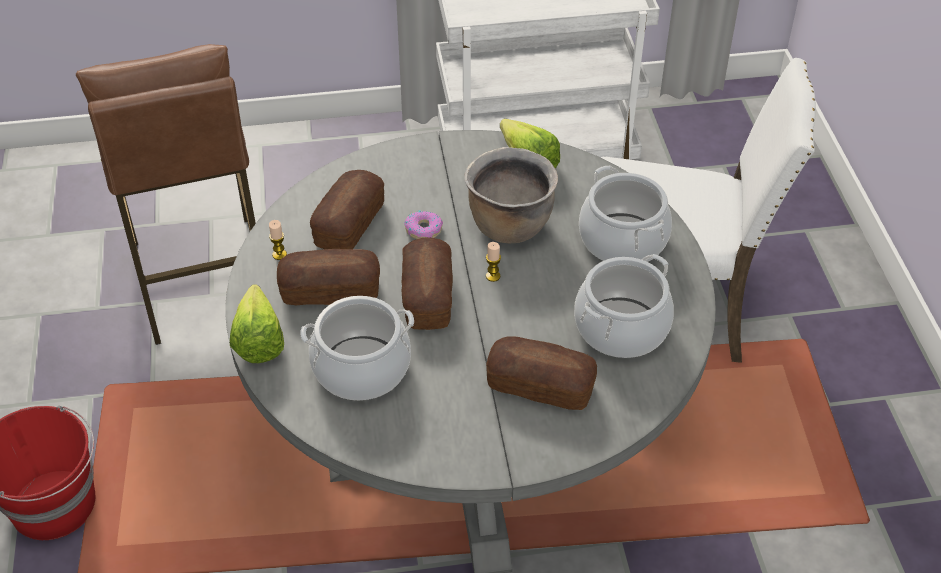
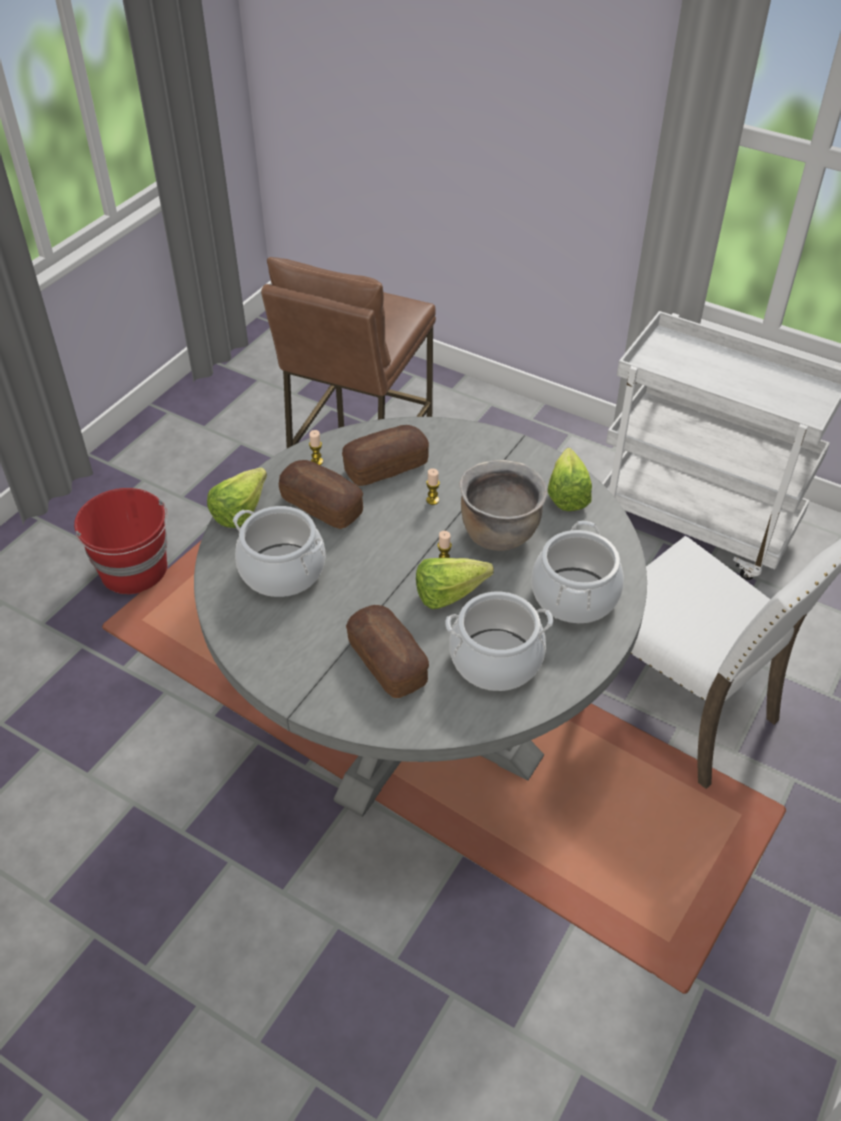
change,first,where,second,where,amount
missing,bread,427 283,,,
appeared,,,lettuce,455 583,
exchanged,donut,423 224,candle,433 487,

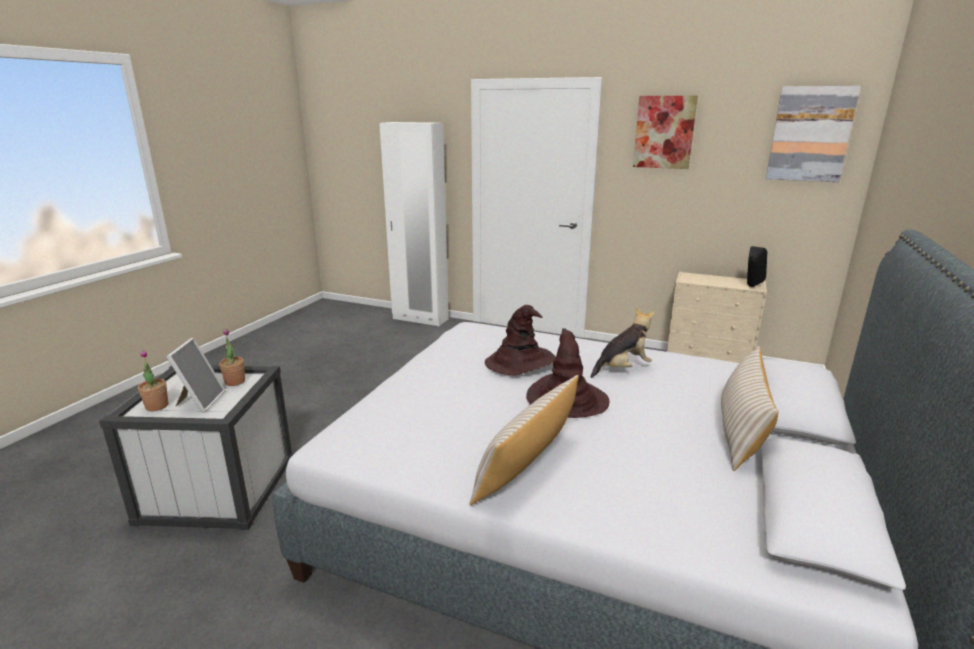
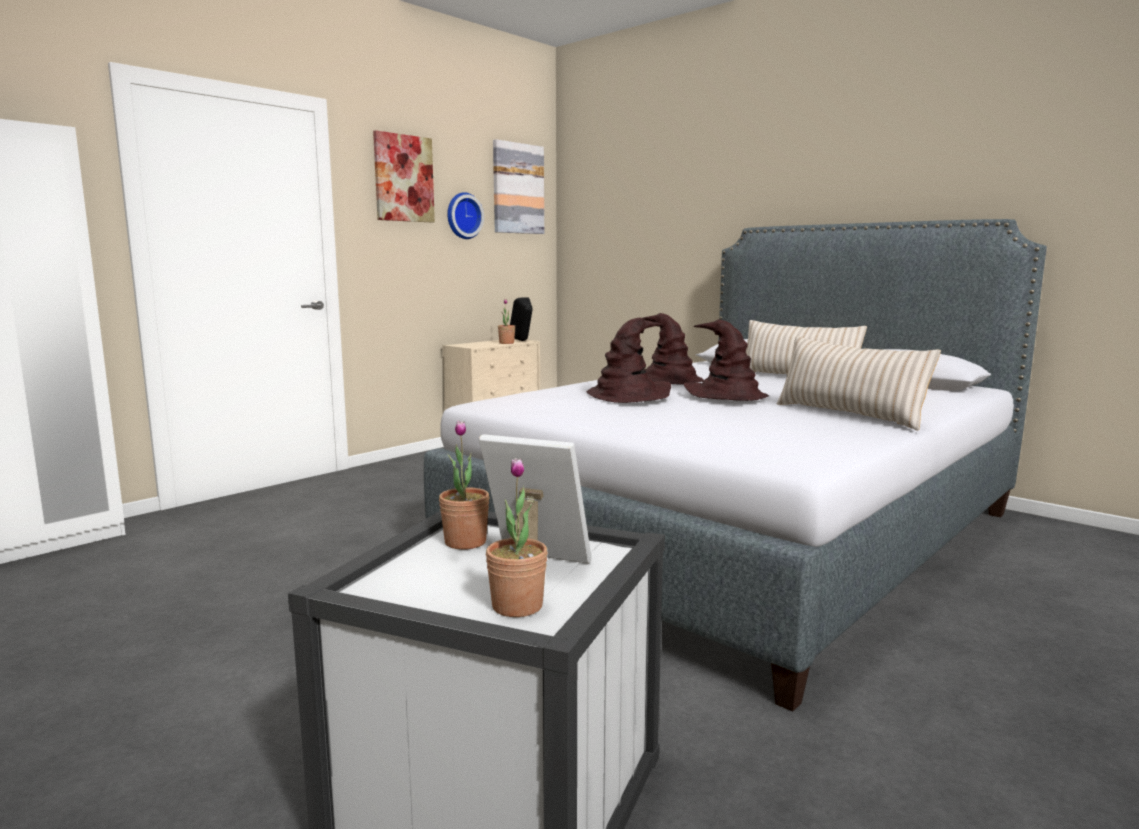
change,first,where,second,where,amount
appeared,,,wall clock,465 215,
appeared,,,potted plant,506 321,
exchanged,plush toy,623 342,hat/brown,673 348,

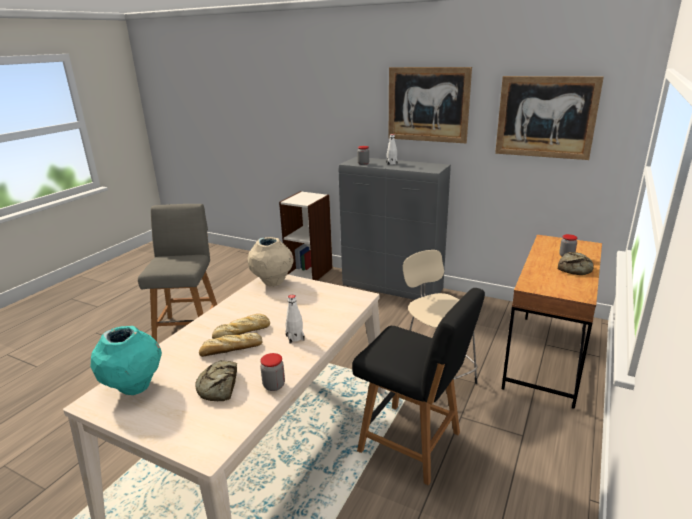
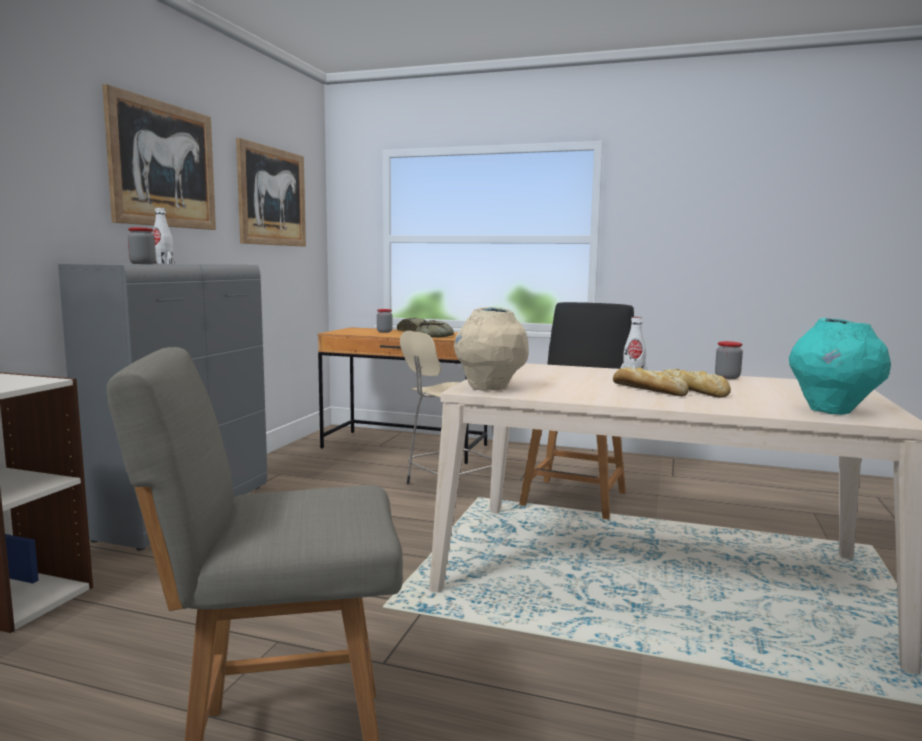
change,first,where,second,where,amount
relocated,bread,216 380,,434 329,

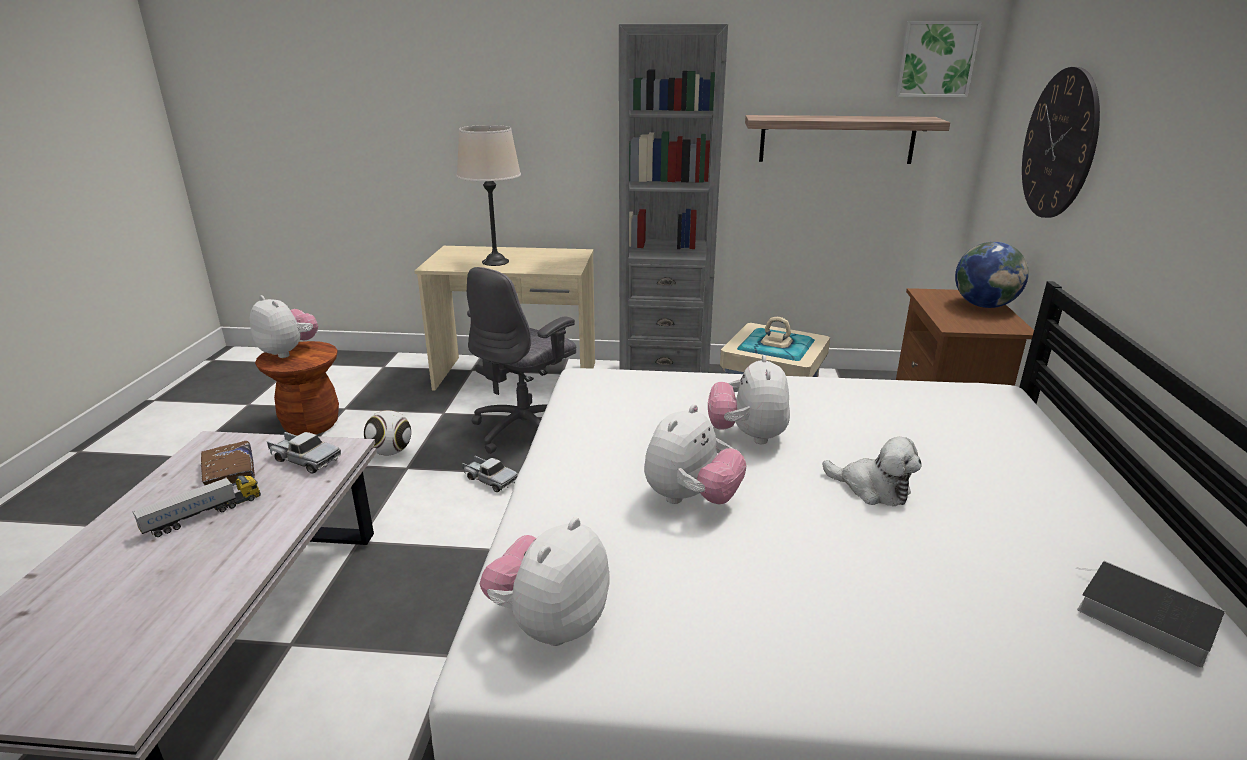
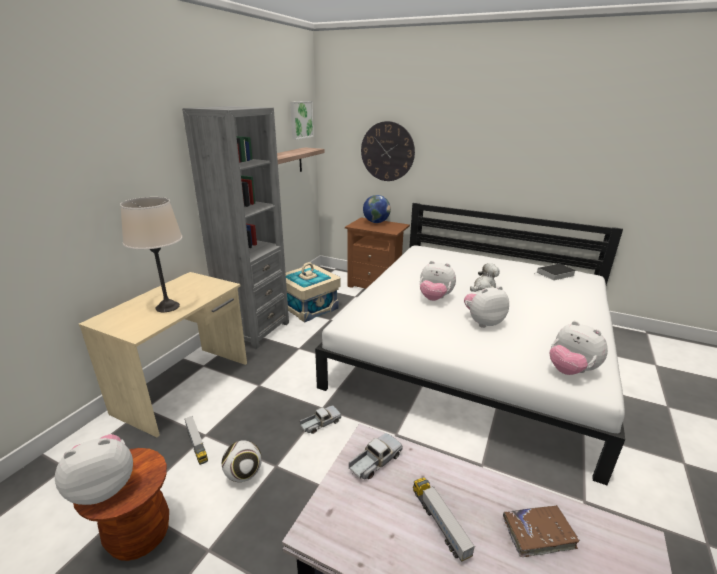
change,first,where,second,where,amount
missing,office chair/grey,521 360,,,
appeared,,,toy truck,196 440,
relocated,book/brown,228 463,,541 531,
spun,plush toy,695 454,,486 307,75 degrees counterclockwise

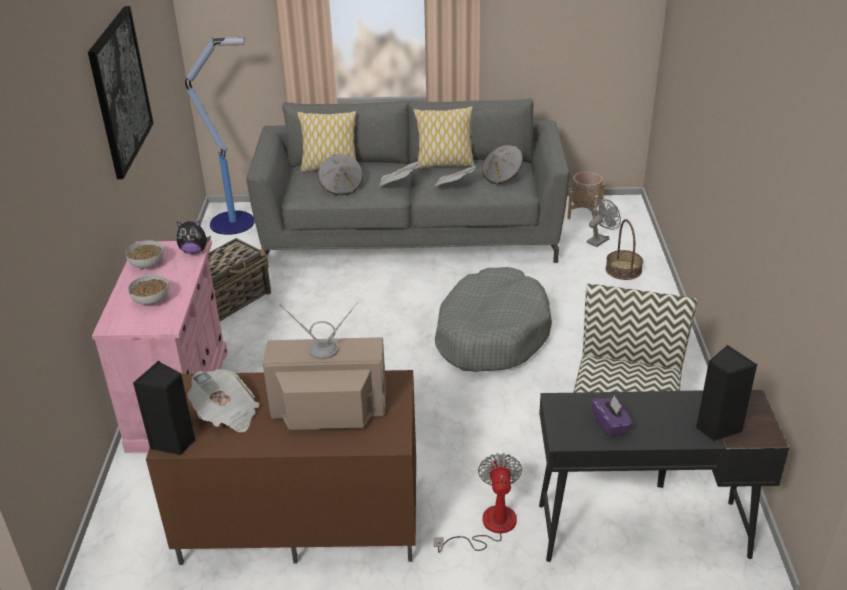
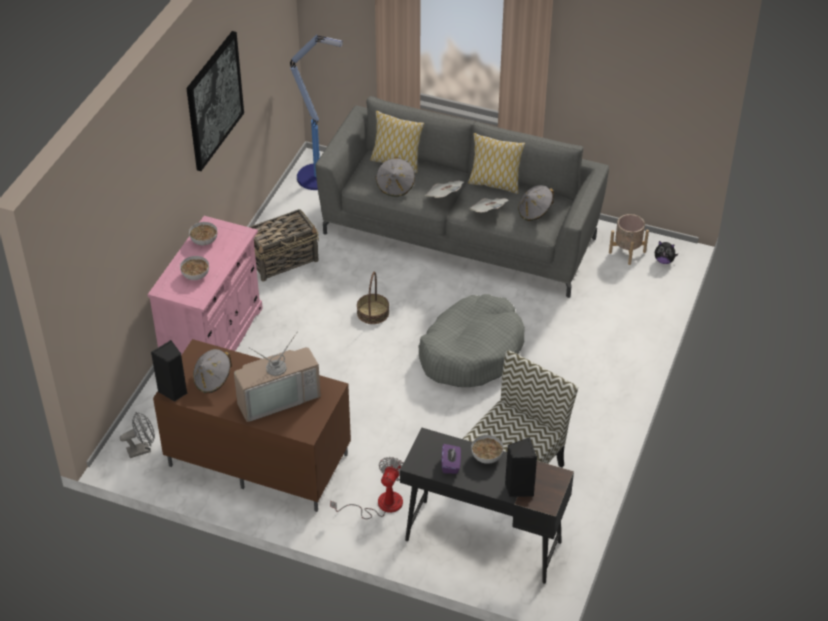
change,first,where,second,where,amount
appeared,,,bowl,487 449,
relocated,plush toy,194 237,,666 252,
relocated,fan/grey,604 222,,137 435,
relocated,basket,624 249,,373 298,
exchanged,newspaper,223 401,hat/grey,212 371,
spun,television,324 366,,277 376,135 degrees clockwise

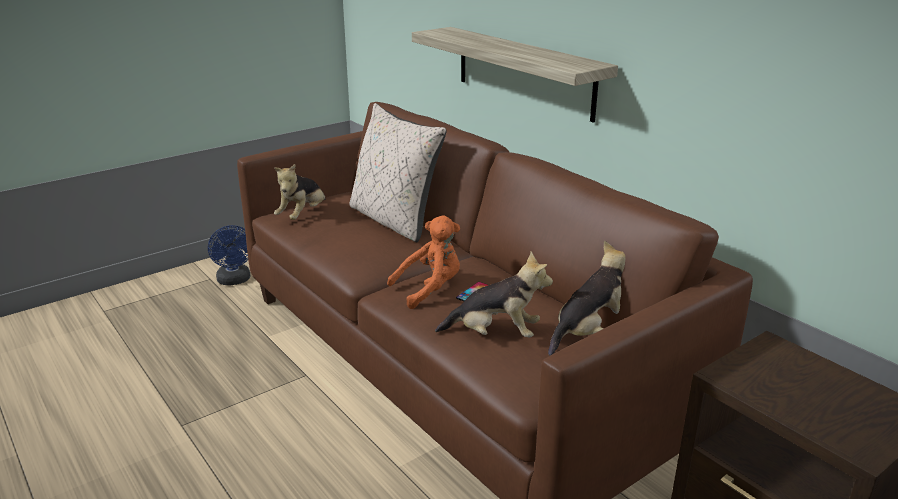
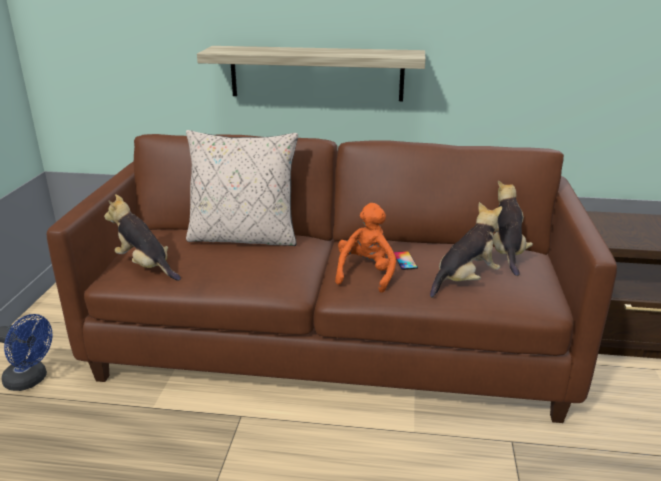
change,first,where,second,where,amount
spun,plush toy,300 192,,142 237,150 degrees clockwise

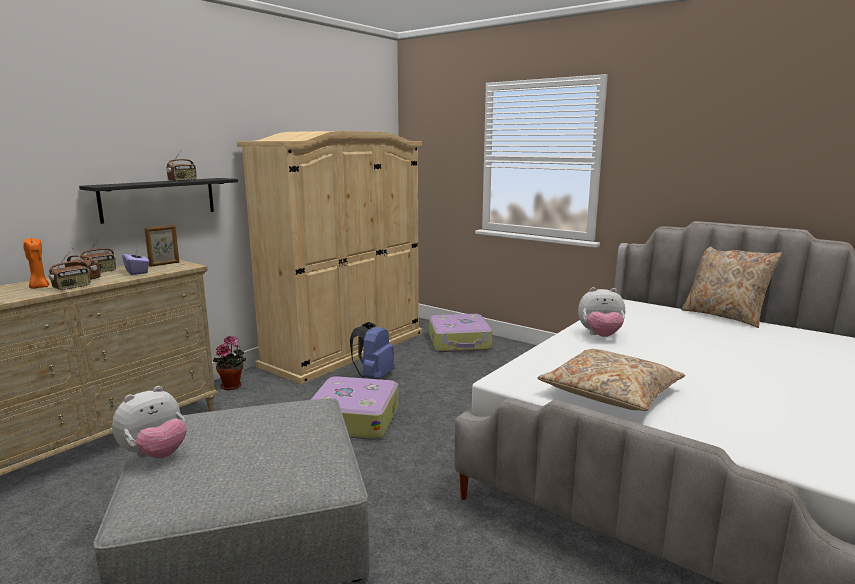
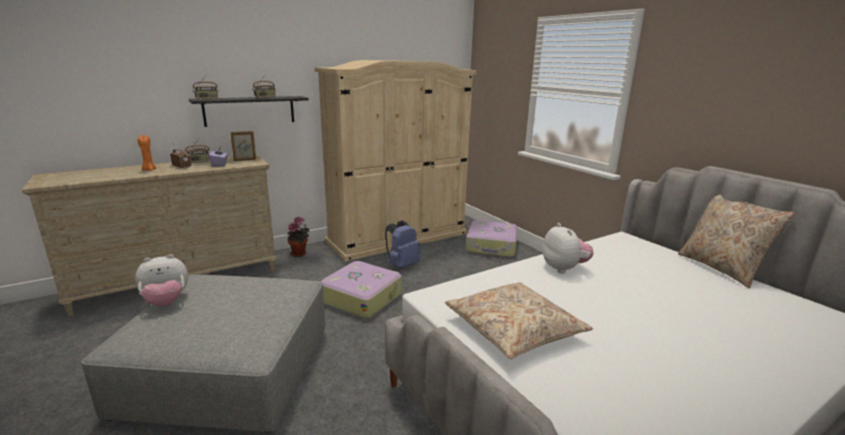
change,first,where,second,where,amount
relocated,radio,69 270,,206 87,
spun,plush toy,601 312,,567 248,135 degrees counterclockwise

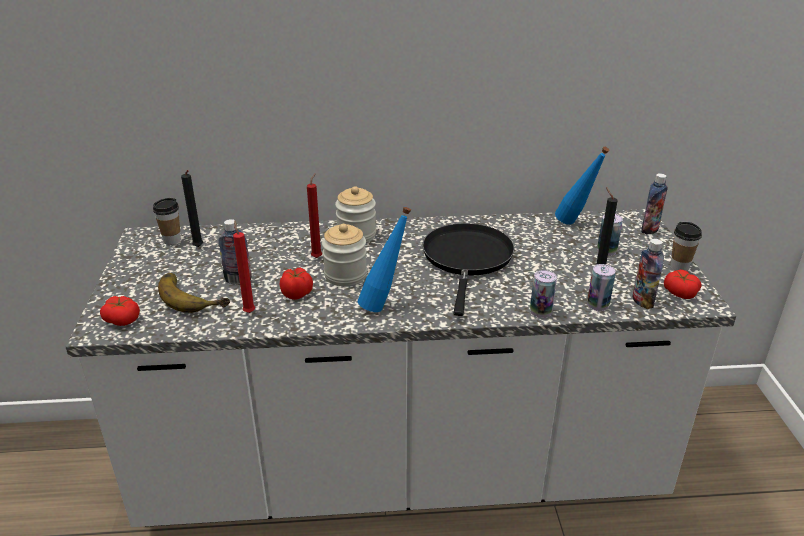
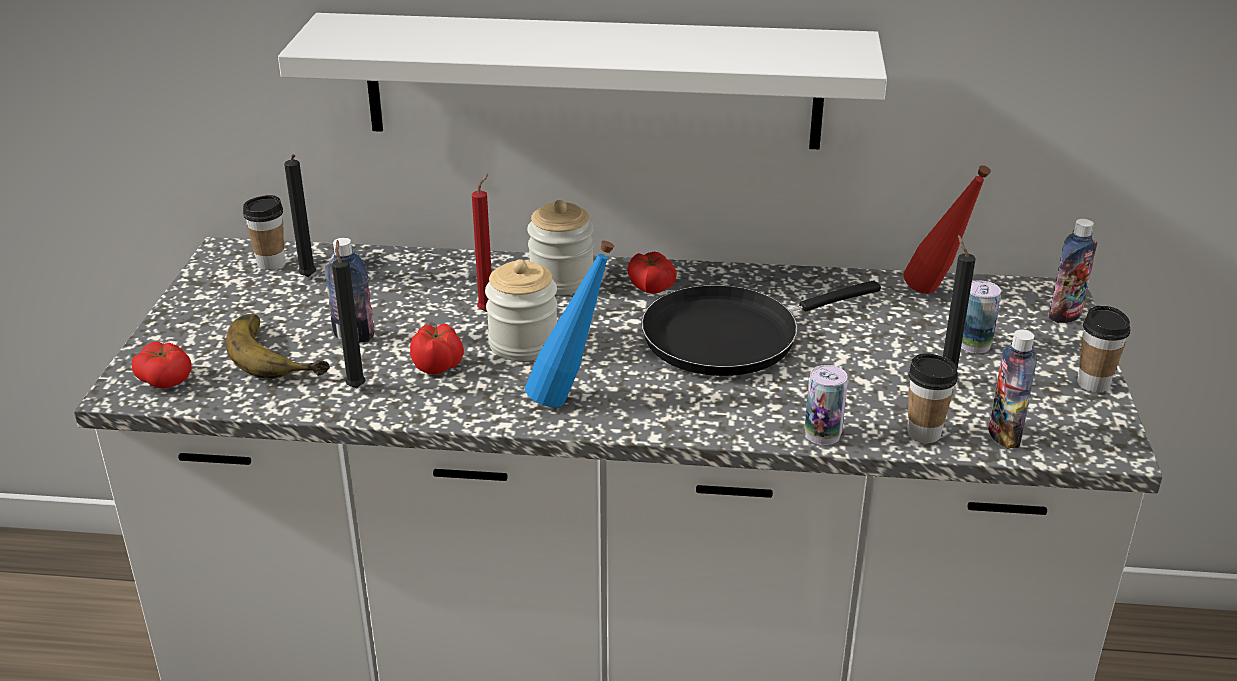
change,first,where,second,where,amount
appeared,,,shelf/white,582 81,
relocated,tomato,682 284,,652 273,
exchanged,can,601 287,cup,932 398,
colour,candle/red,244 267,candle/black,349 314,
colour,bottle/blue,582 185,bottle/red,947 229,
spun,frying pan/black,468 269,,761 328,135 degrees counterclockwise

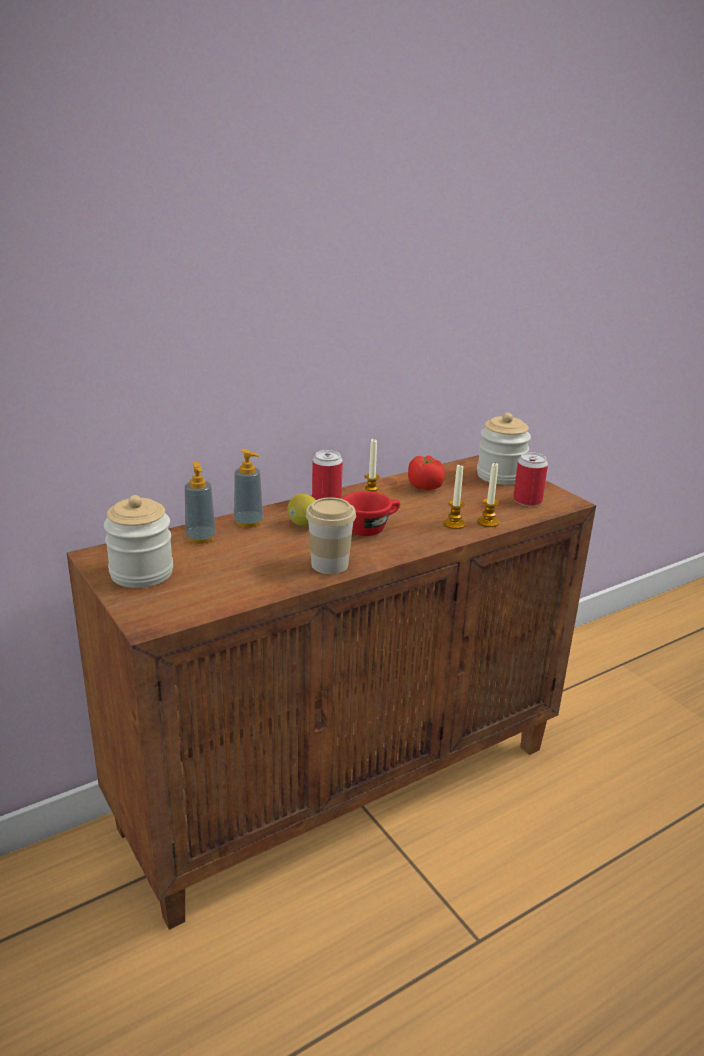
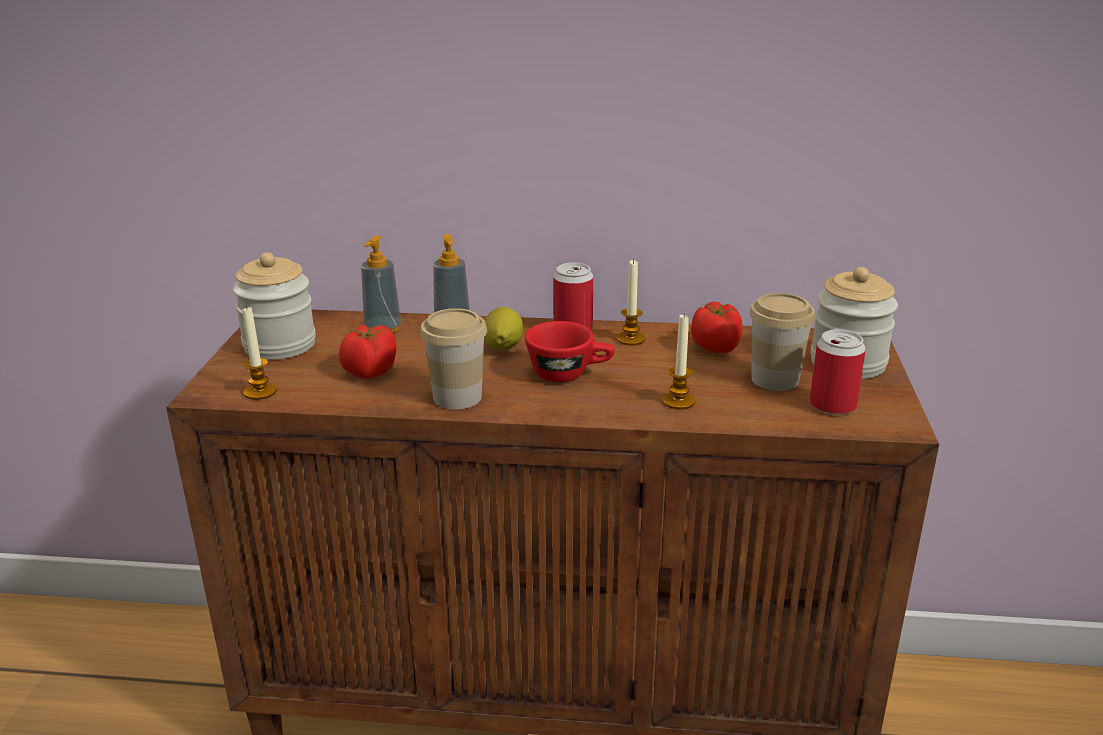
change,first,where,second,where,amount
appeared,,,tomato,368 351,
appeared,,,cup,782 342,
relocated,candle,488 495,,259 352,

